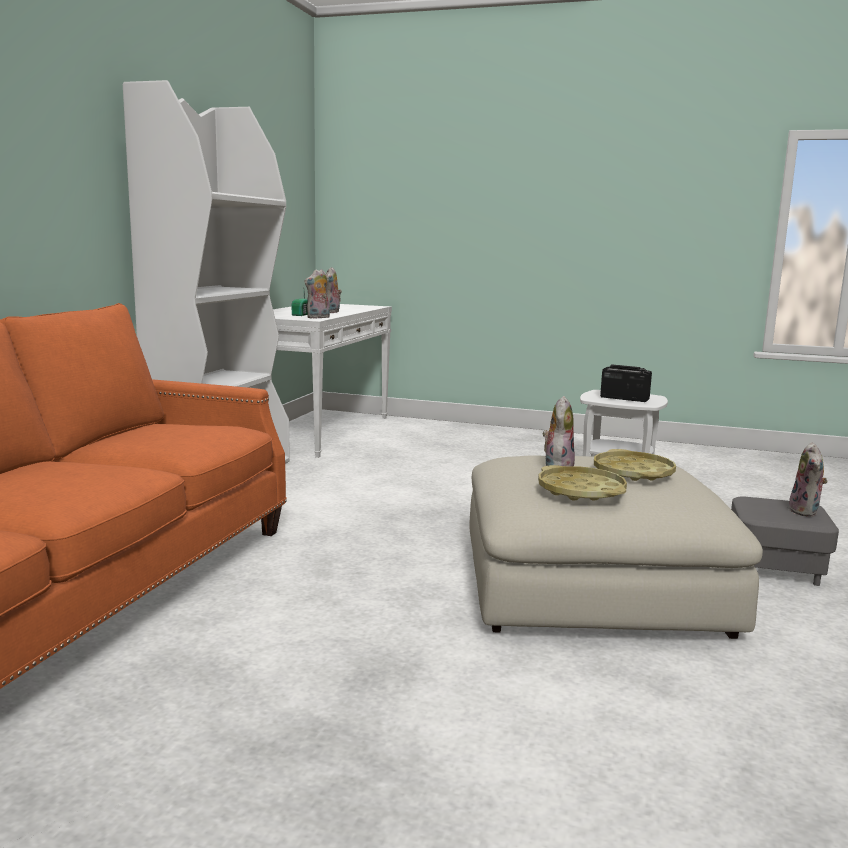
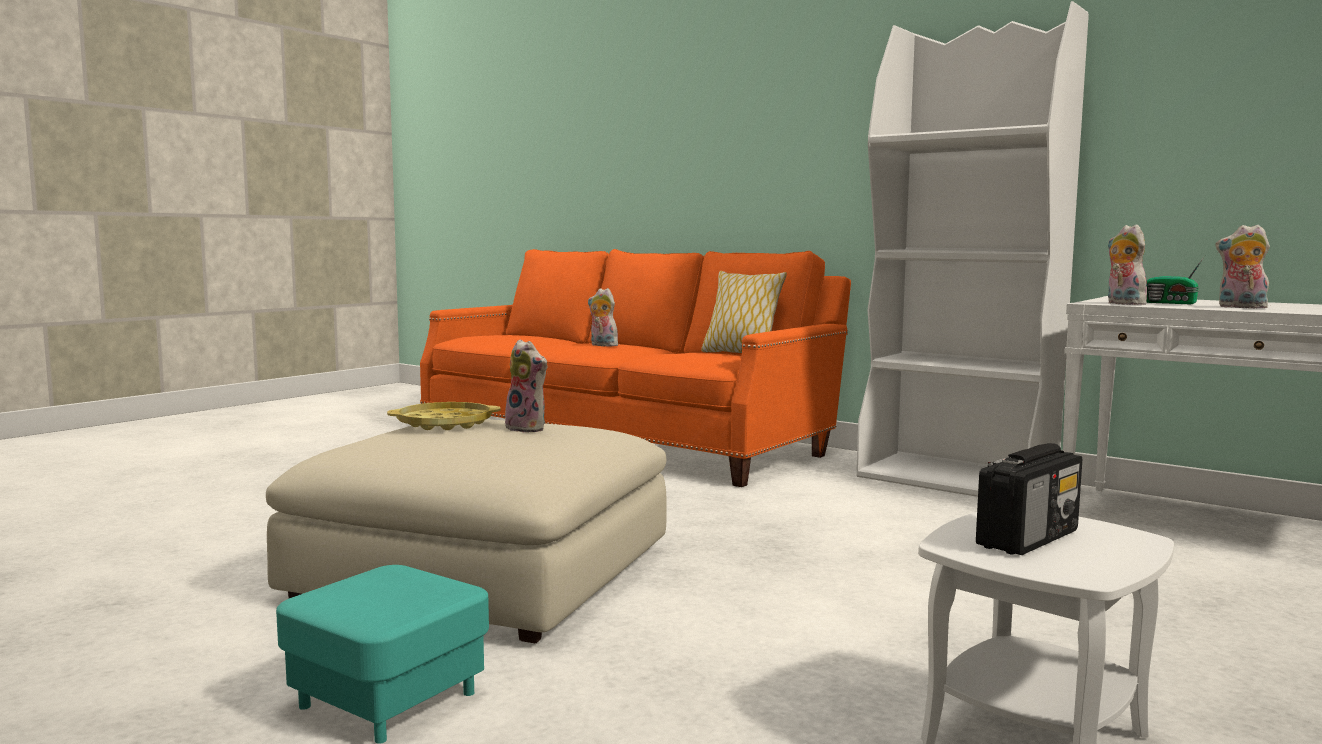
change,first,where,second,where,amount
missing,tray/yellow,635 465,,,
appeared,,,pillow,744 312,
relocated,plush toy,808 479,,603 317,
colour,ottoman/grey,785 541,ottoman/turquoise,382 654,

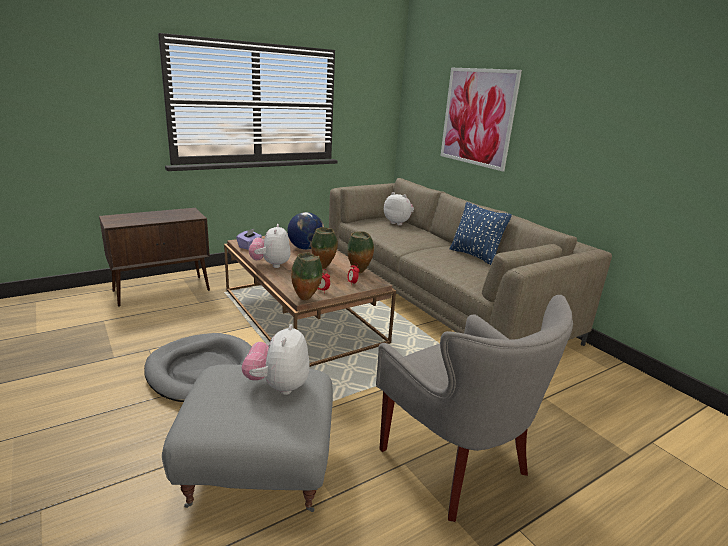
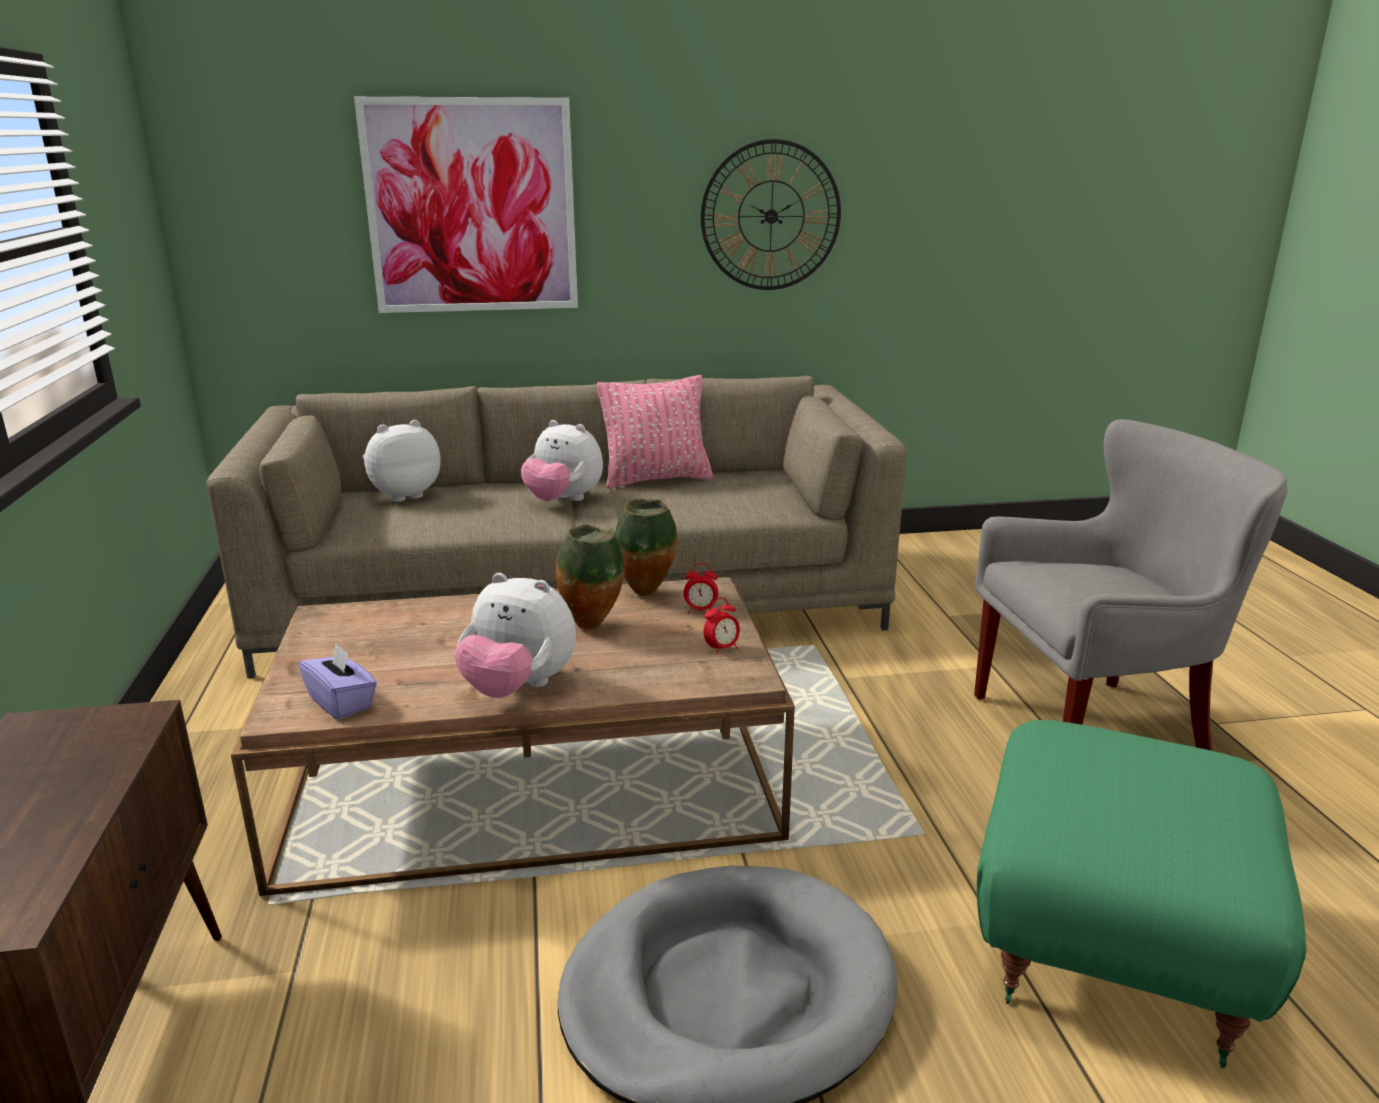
change,first,where,second,where,amount
missing,globe,305 231,,,
missing,vase,307 276,,,
appeared,,,wall clock,771 214,
relocated,plush toy,276 359,,562 460,
colour,ottoman/grey,247 438,ottoman/green,1142 894,
colour,pillow/blue,481 233,pillow/pink,655 432,

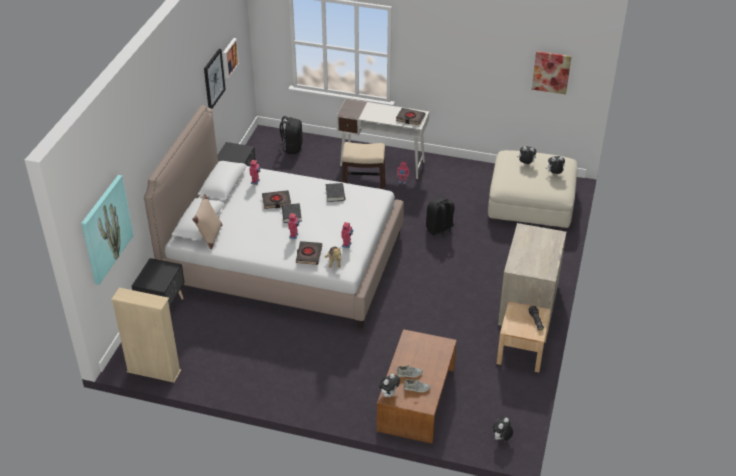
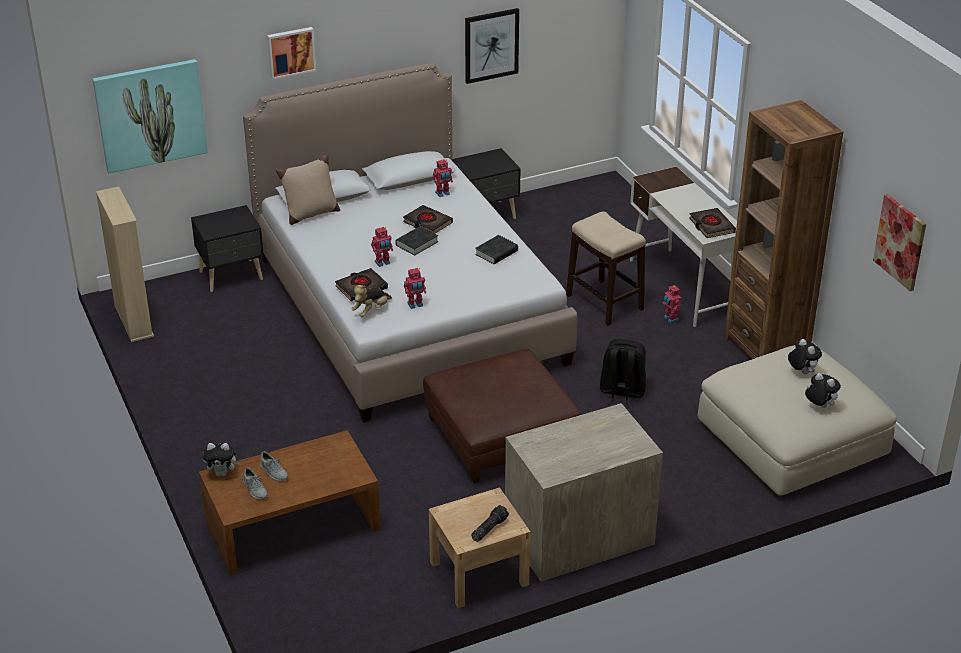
change,first,where,second,where,amount
missing,backpack/black,290 135,,,
missing,plush toy,503 429,,,
appeared,,,ottoman/brown,501 416,
appeared,,,bookcase/brown,783 229,
relocated,picture,231 58,,291 53,

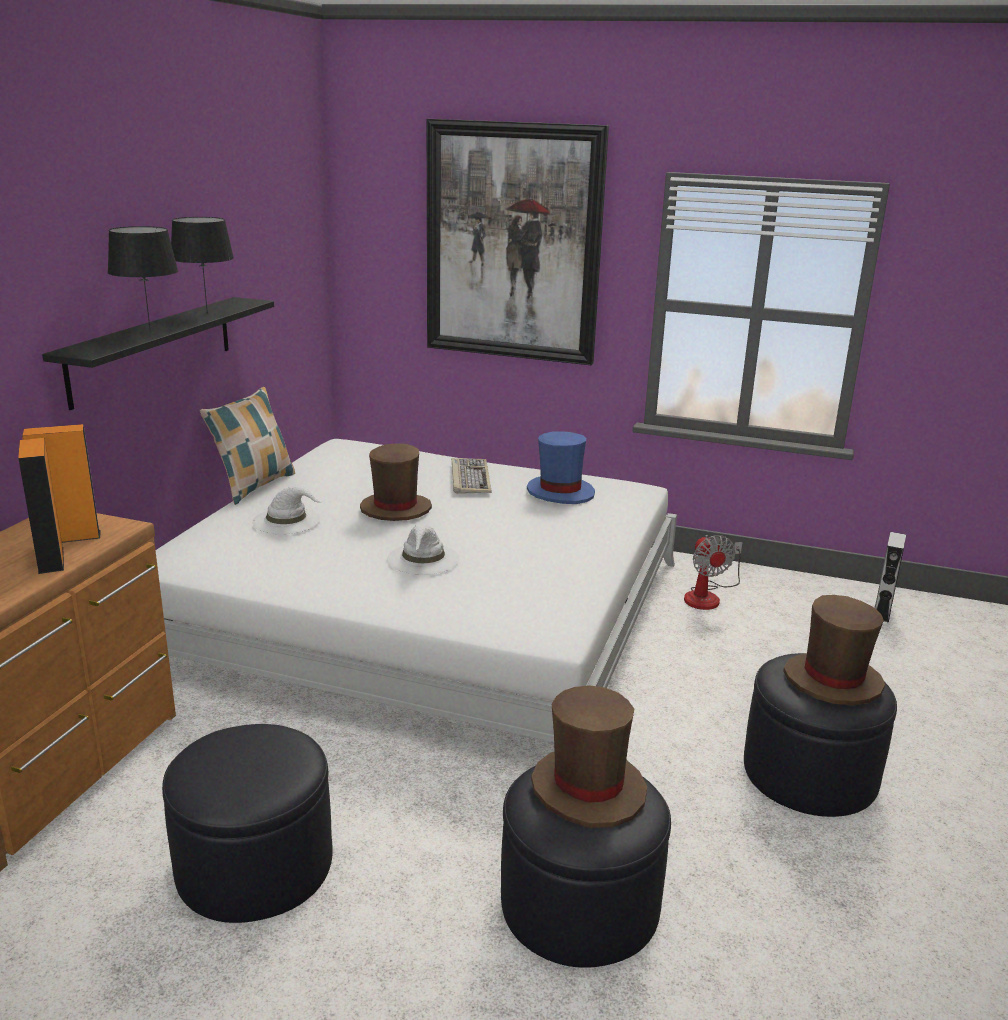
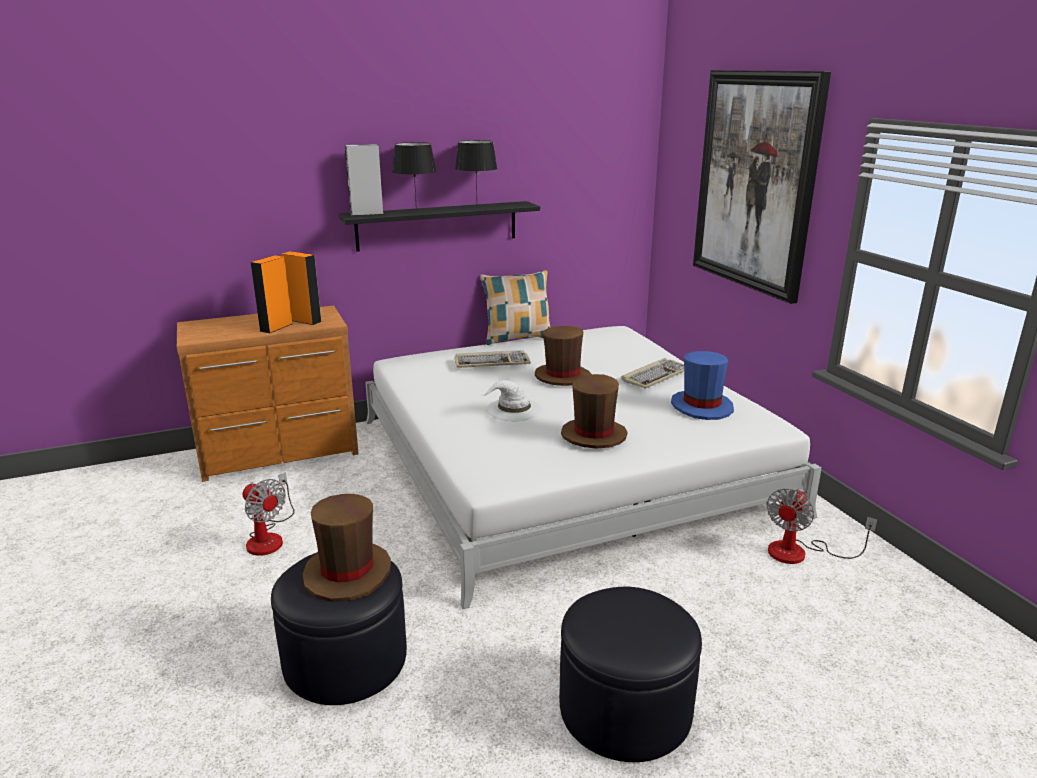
change,first,where,second,where,amount
relocated,hat/brown,834 650,,594 411,
relocated,speaker/grey,890 577,,364 180,
exchanged,ottoman/black,247 823,fan,269 514,
exchanged,hat/white,286 509,keyboard,492 359,

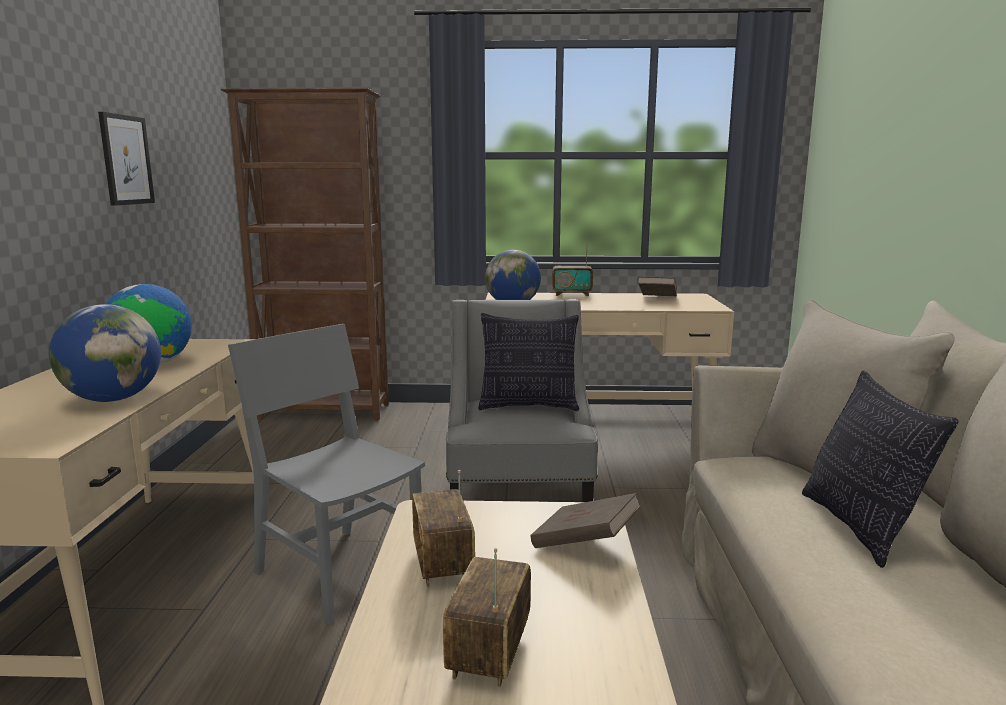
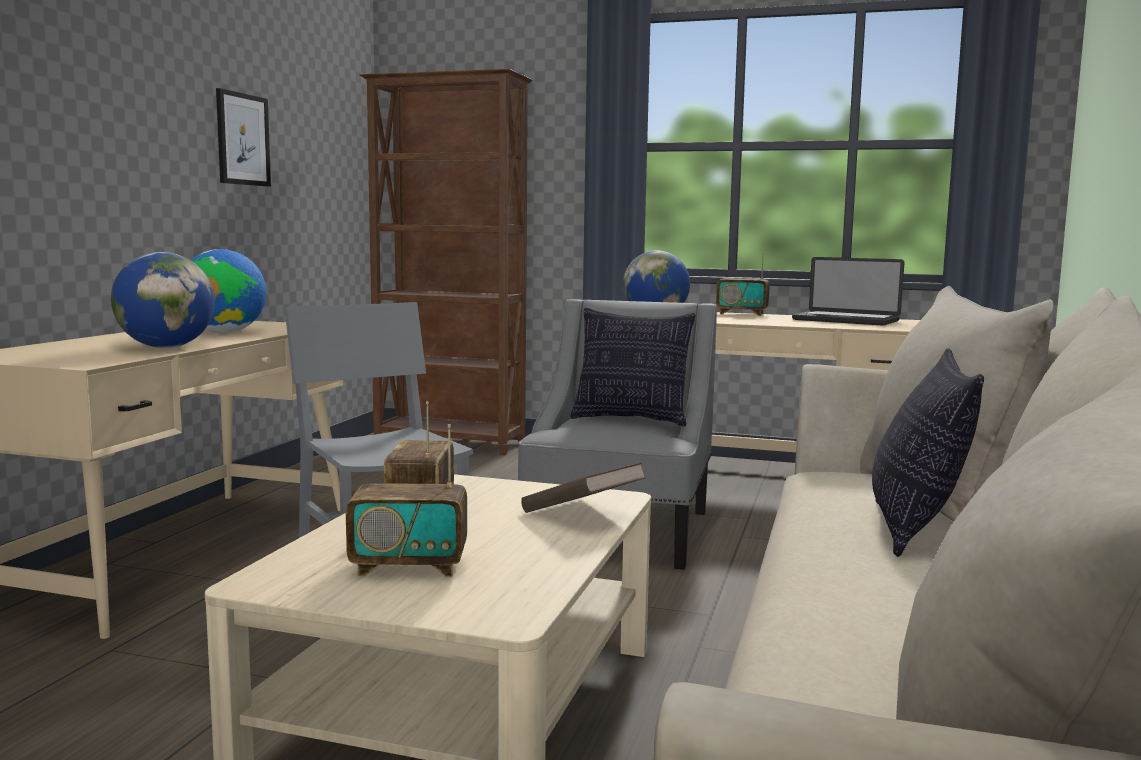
change,first,where,second,where,amount
exchanged,book/brown,657 286,laptop,848 291,
spun,radio,487 617,,406 500,120 degrees counterclockwise

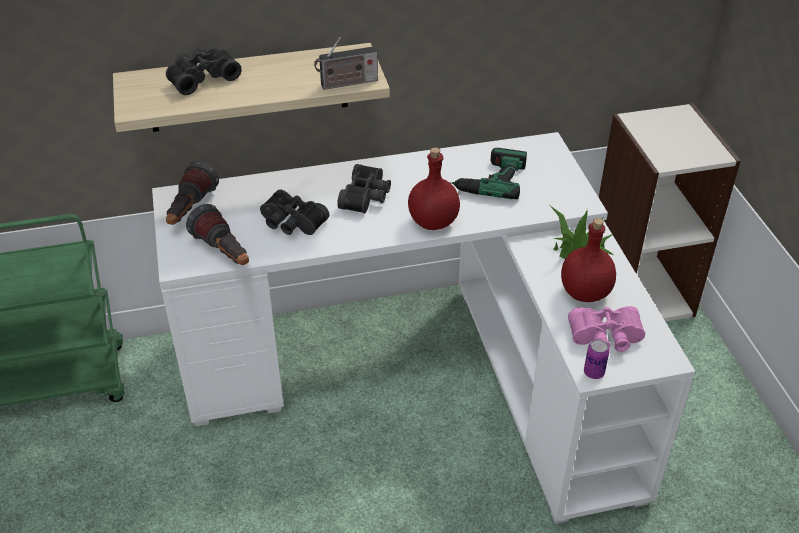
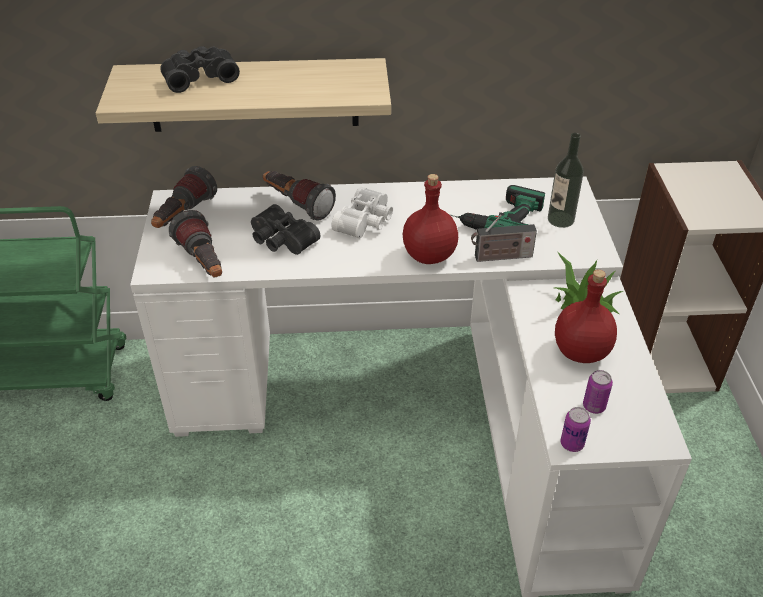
change,first,where,second,where,amount
appeared,,,flashlight,299 196,
appeared,,,bottle,566 180,
relocated,radio,346 63,,504 238,
exchanged,binoculars/pink,606 329,can,598 392,
colour,binoculars/black,364 188,binoculars/white,362 213,

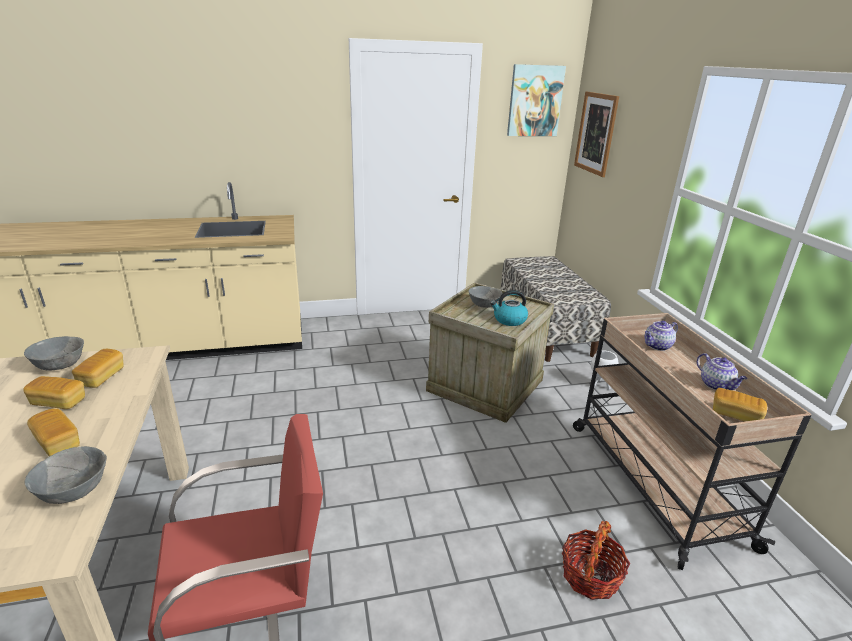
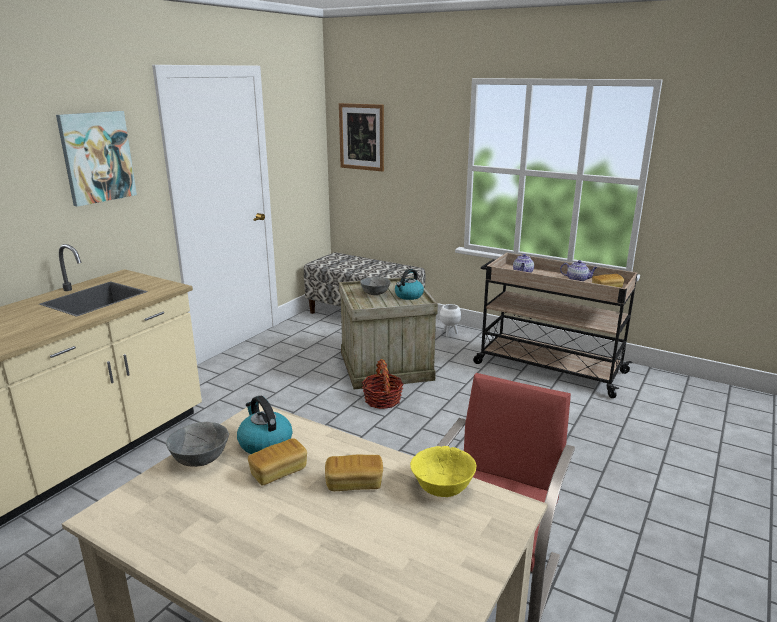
change,first,where,second,where,amount
relocated,picture,536 100,,96 159,
relocated,basket,596 560,,383 384,
exchanged,bread,98 368,kettle,264 425,
colour,bowl/grey,66 475,bowl/yellow,443 471,

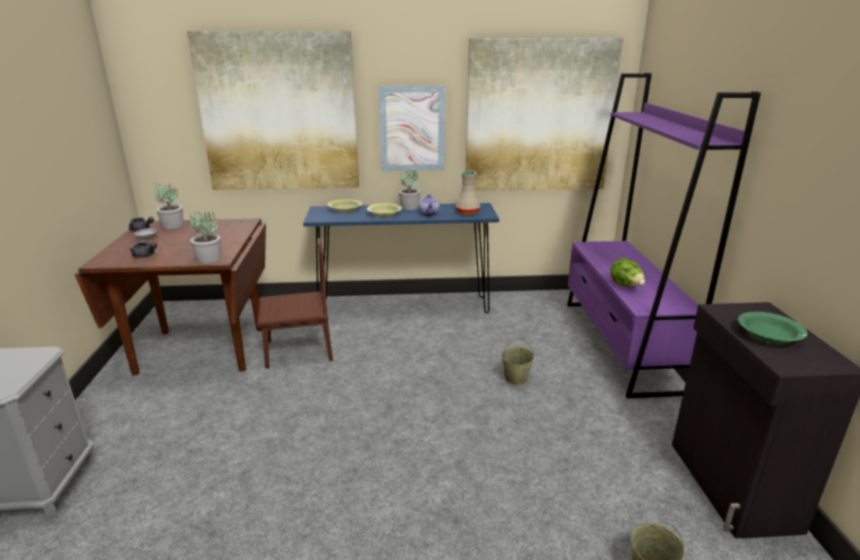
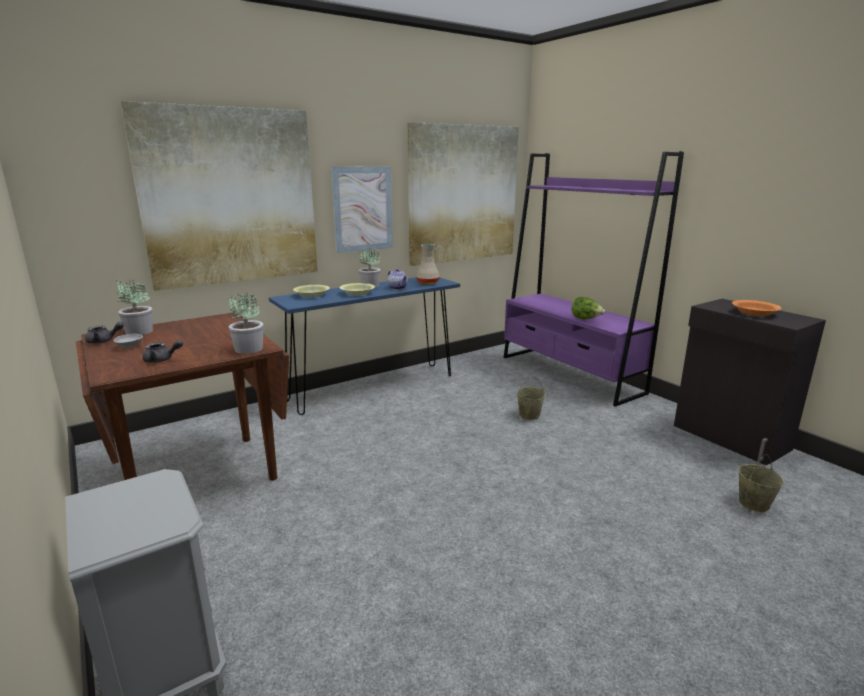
change,first,where,second,where,amount
missing,chair/brown,295 303,,,
colour,bowl/green,772 328,bowl/orange,757 308,

